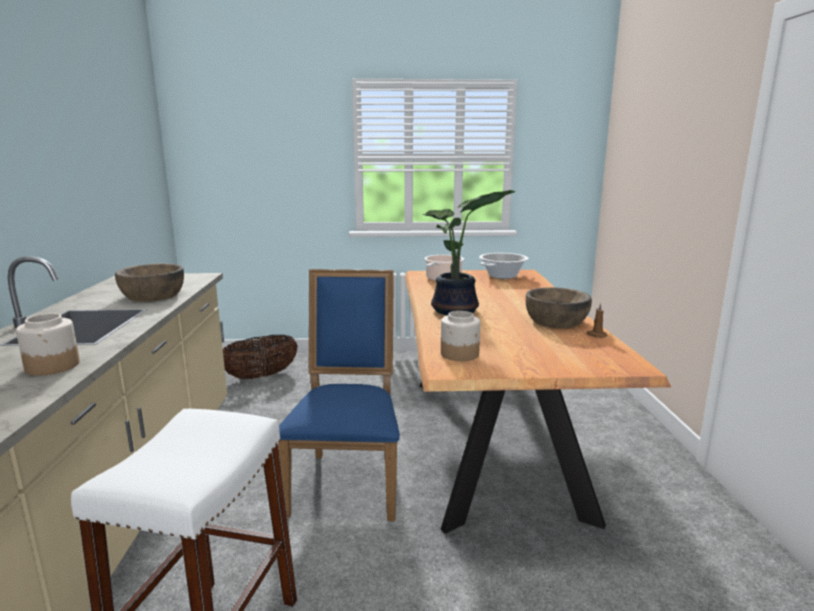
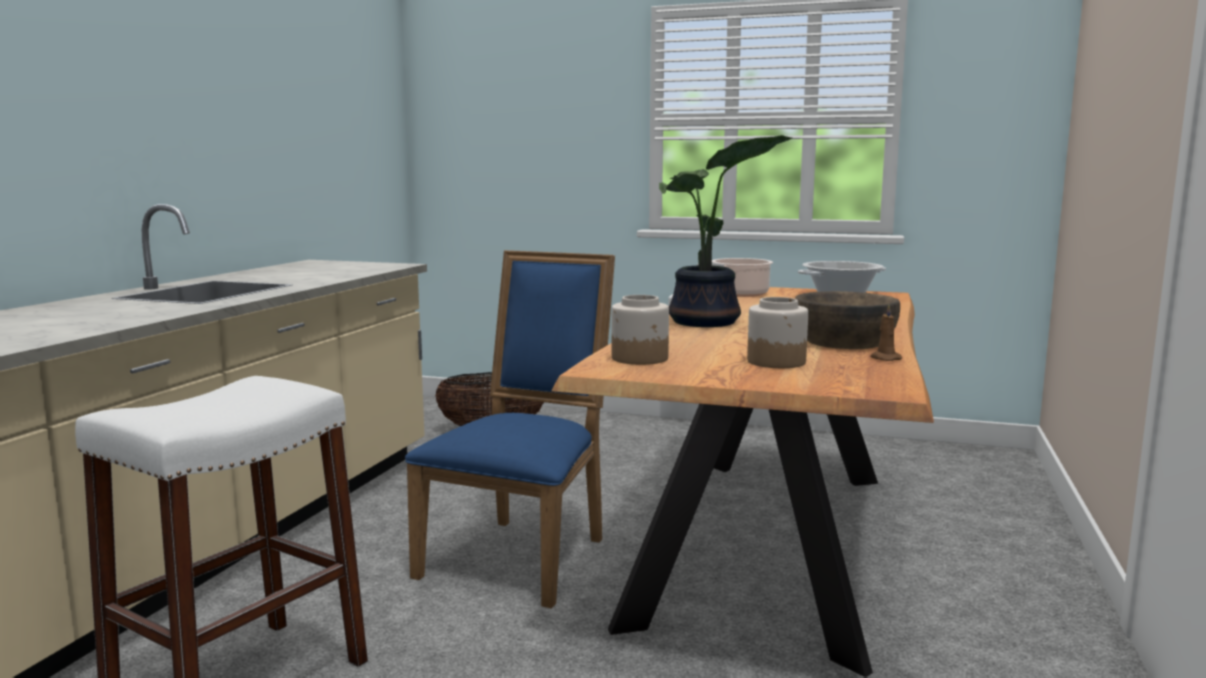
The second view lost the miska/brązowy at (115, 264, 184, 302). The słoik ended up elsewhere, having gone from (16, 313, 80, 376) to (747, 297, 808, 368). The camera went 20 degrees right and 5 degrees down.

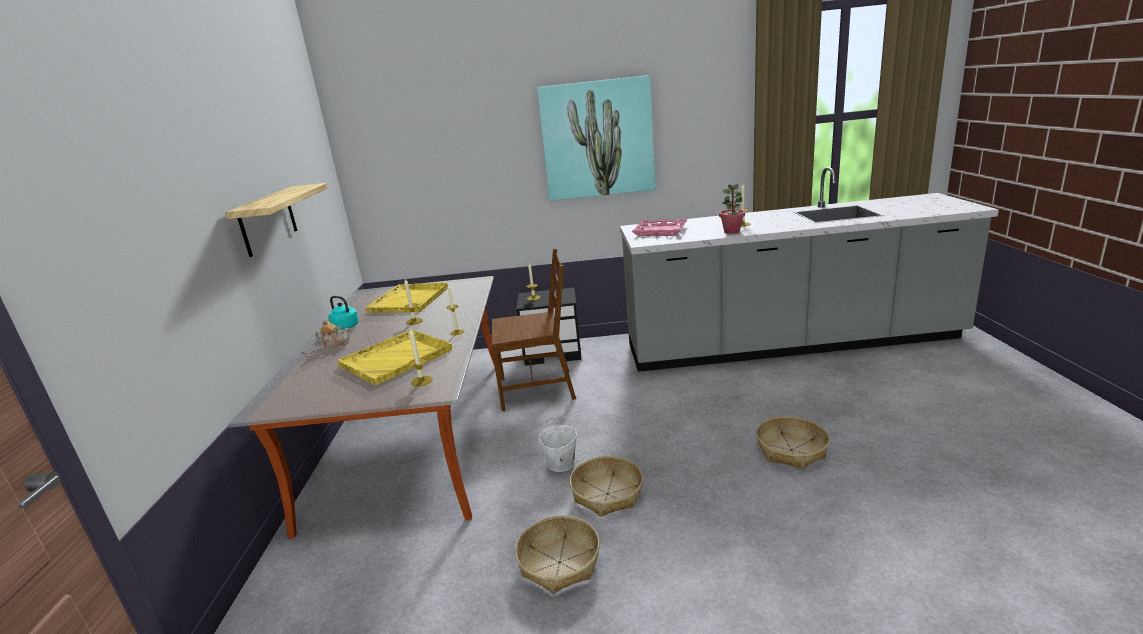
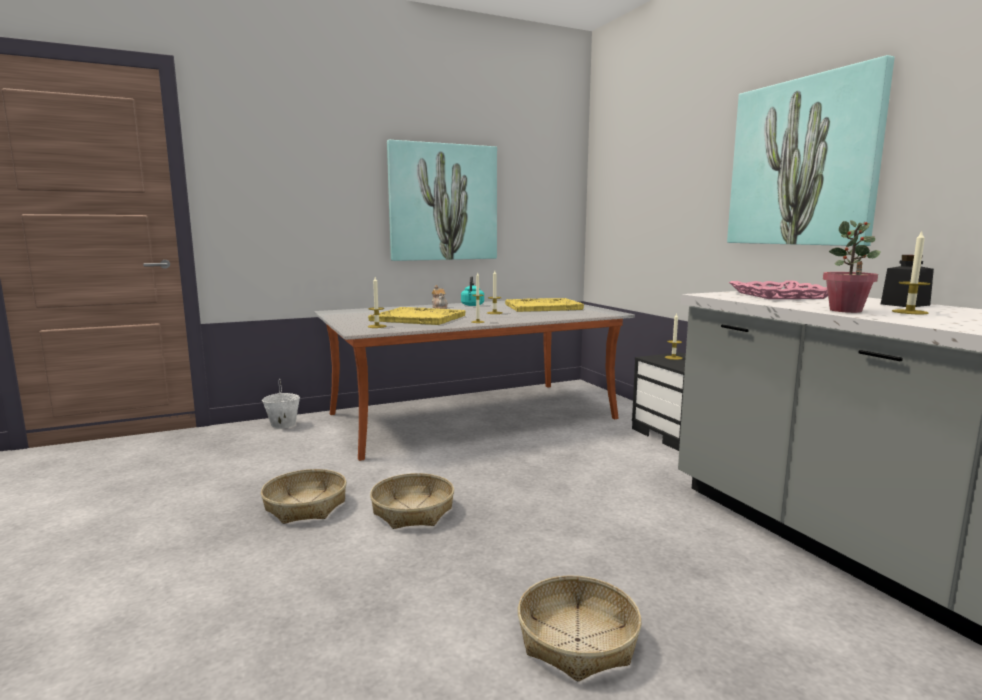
Where the półka hung at (225, 183, 327, 257), the obraz came to hang at (387, 140, 497, 261). The second view lost the krzesło/brązowy at (491, 248, 576, 411). The wiadro/biały ended up elsewhere, having gone from (539, 416, 577, 472) to (262, 378, 300, 429). The second view gained the słoik/czarny at (881, 255, 934, 307). The camera went 65 degrees right and 10 degrees down.

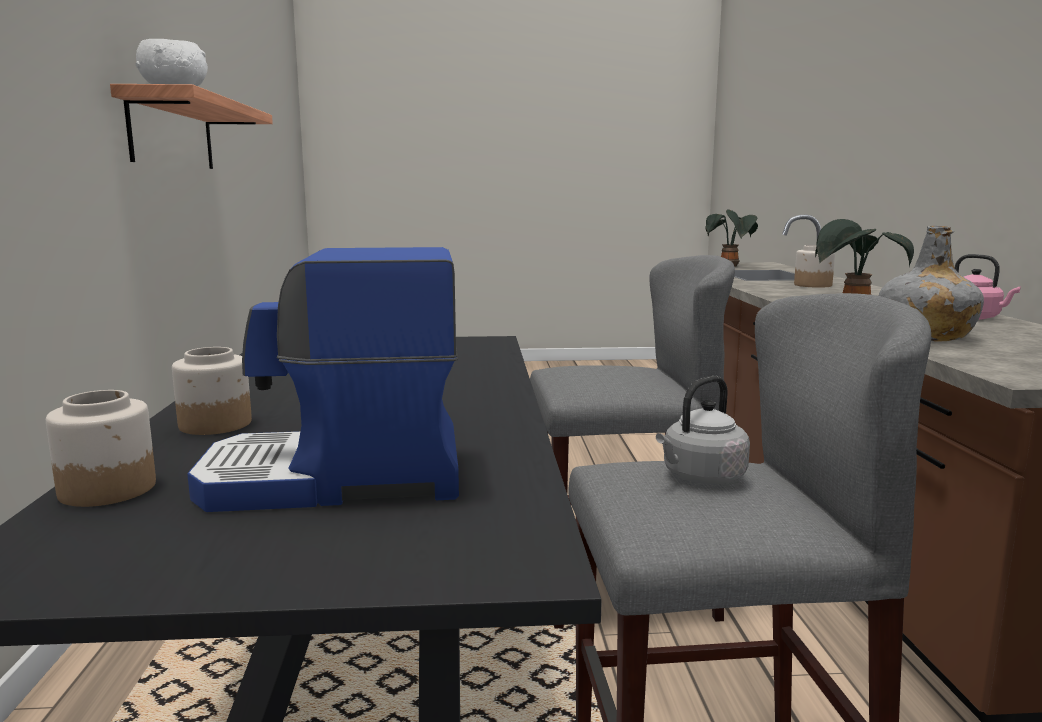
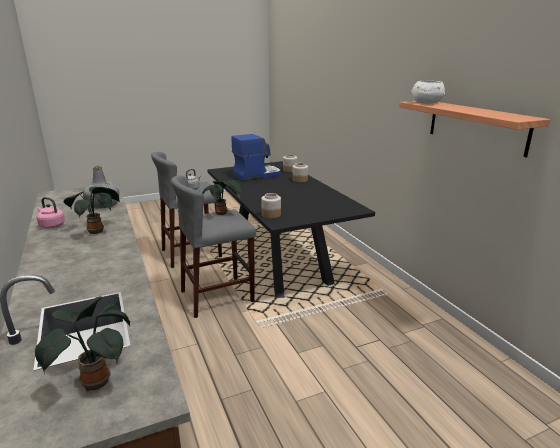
The słoik ended up elsewhere, having gone from (794, 245, 835, 288) to (261, 193, 281, 219). The second view gained the roślina doniczkowa at (202, 180, 241, 215). The camera went 160 degrees right and 10 degrees up.

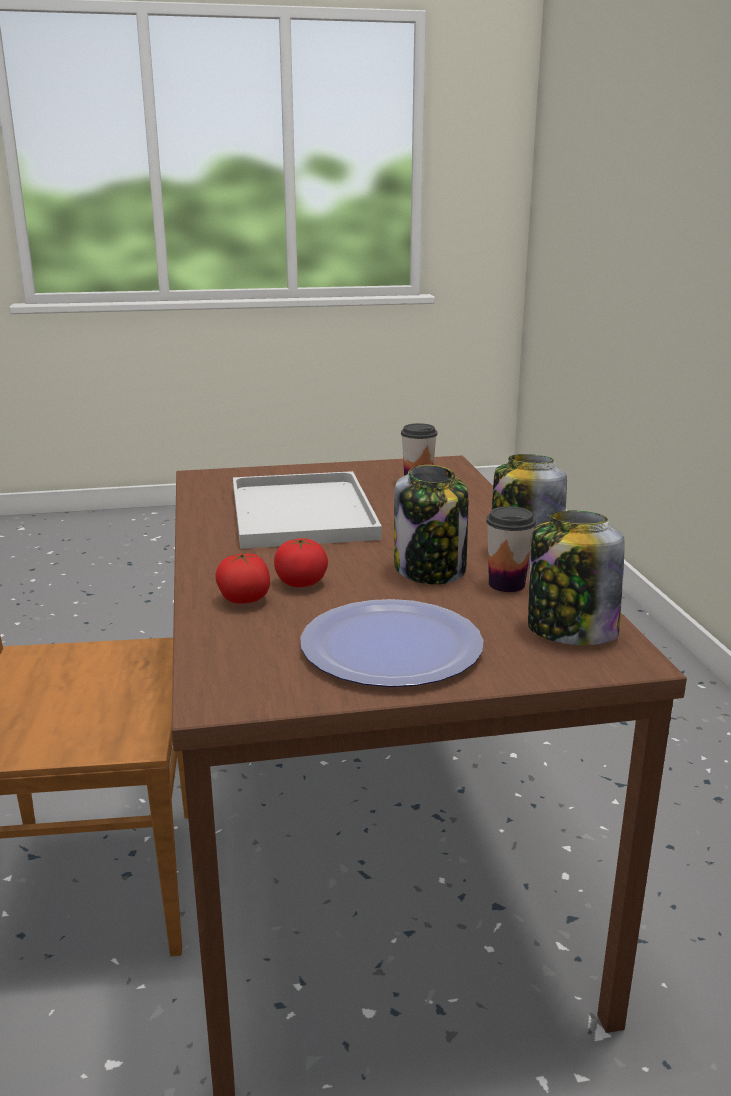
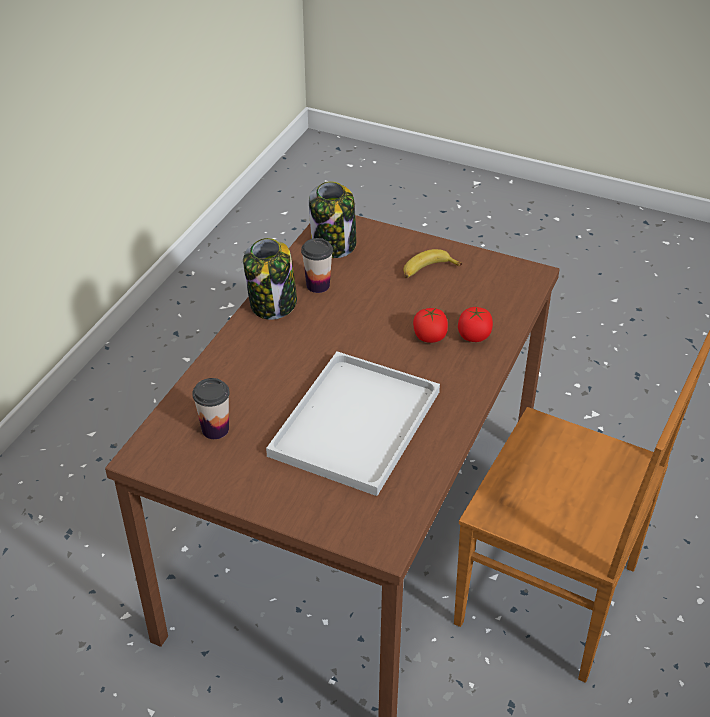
The second view lost the słoik at (394, 465, 468, 584). Where the talerz stood at (301, 599, 484, 687), the banan came to stand at (403, 249, 462, 278). The camera went 145 degrees left and 20 degrees up.

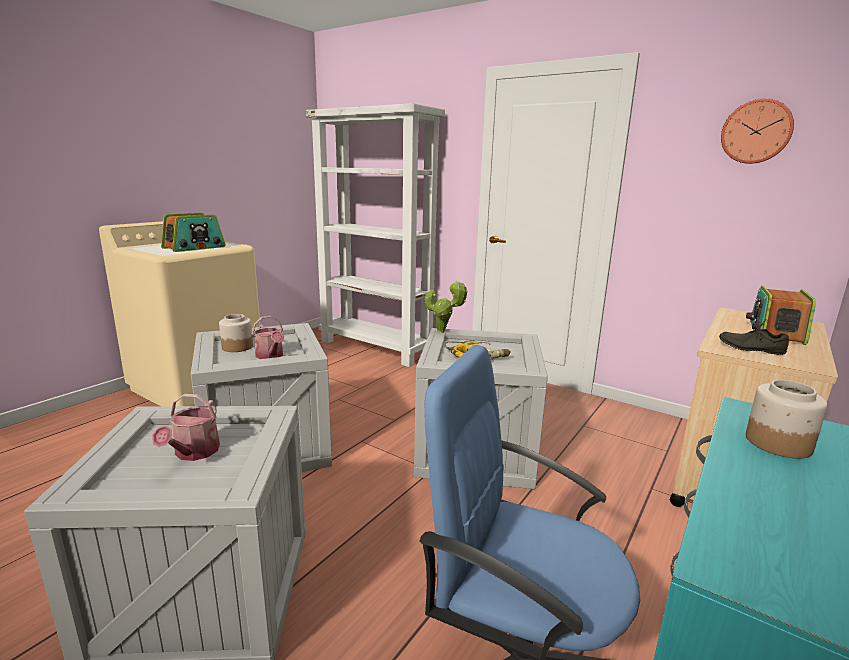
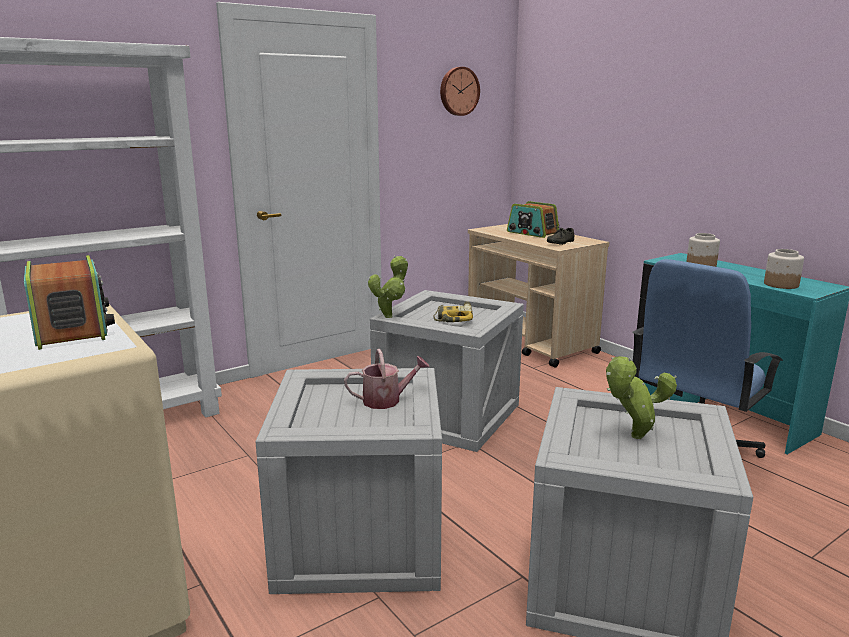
The słoik ended up elsewhere, having gone from (219, 314, 253, 352) to (764, 249, 804, 289). Where the konewka stood at (152, 394, 220, 461), the roślina doniczkowa came to stand at (606, 356, 677, 439). The camera went 70 degrees left and 0 degrees up.

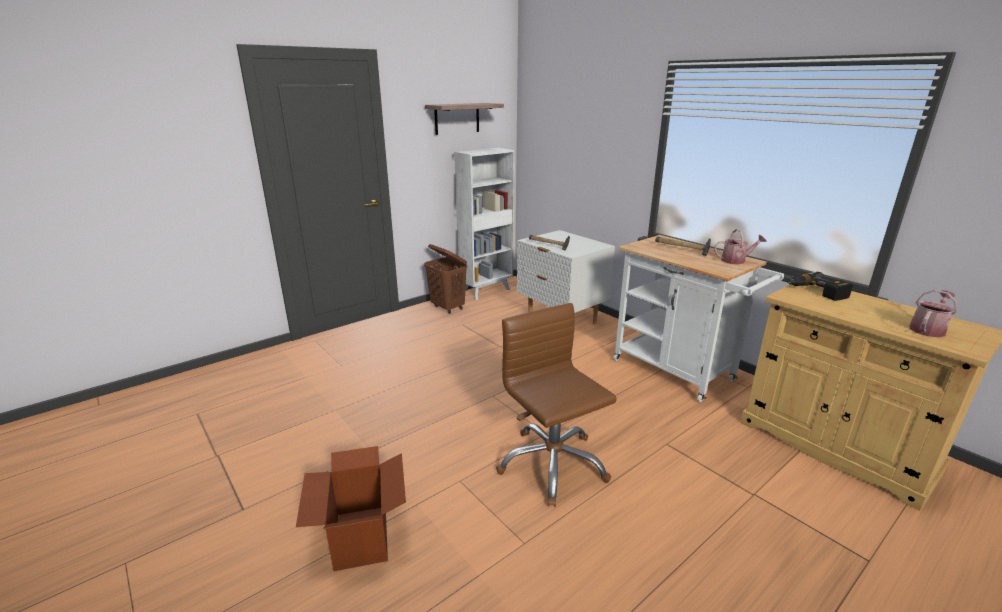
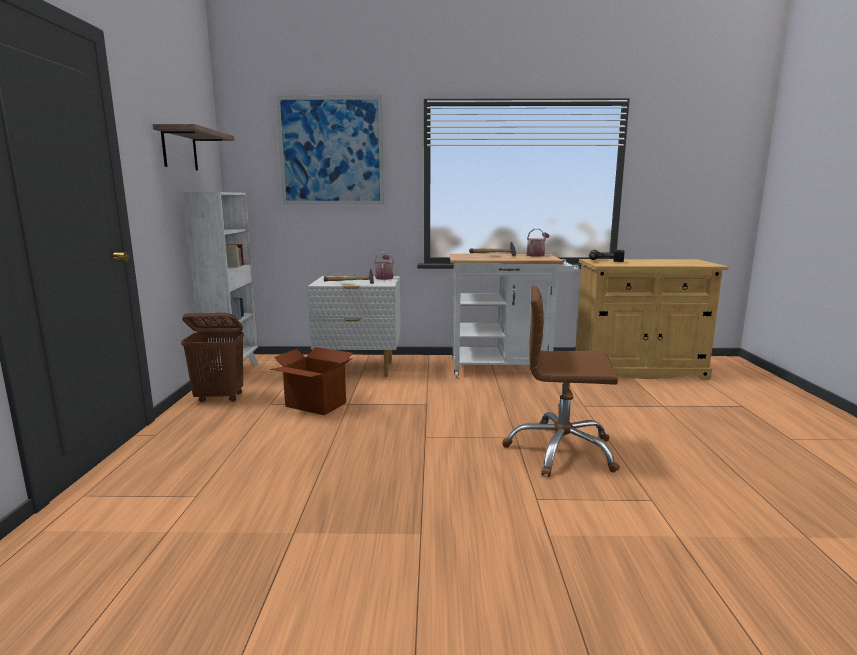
The konewka ended up elsewhere, having gone from (909, 290, 957, 338) to (374, 252, 394, 280). The karton ended up elsewhere, having gone from (296, 446, 406, 571) to (270, 347, 353, 415). The second view gained the obraz at (276, 95, 384, 205). The camera went 50 degrees left and 10 degrees down.

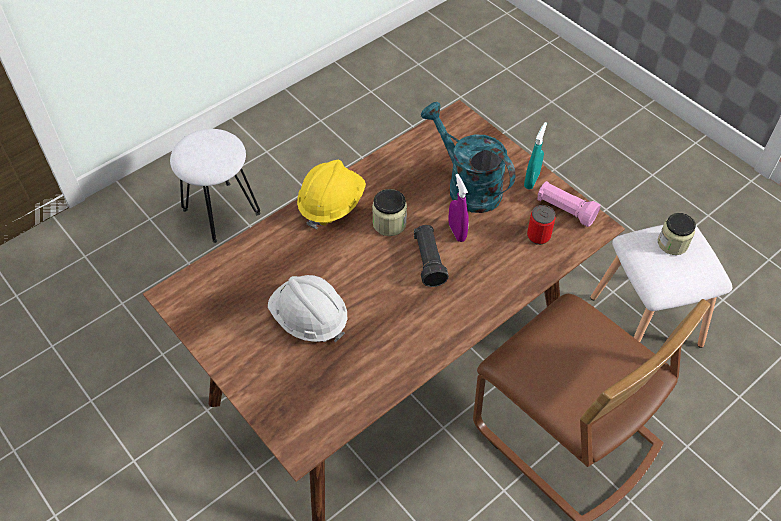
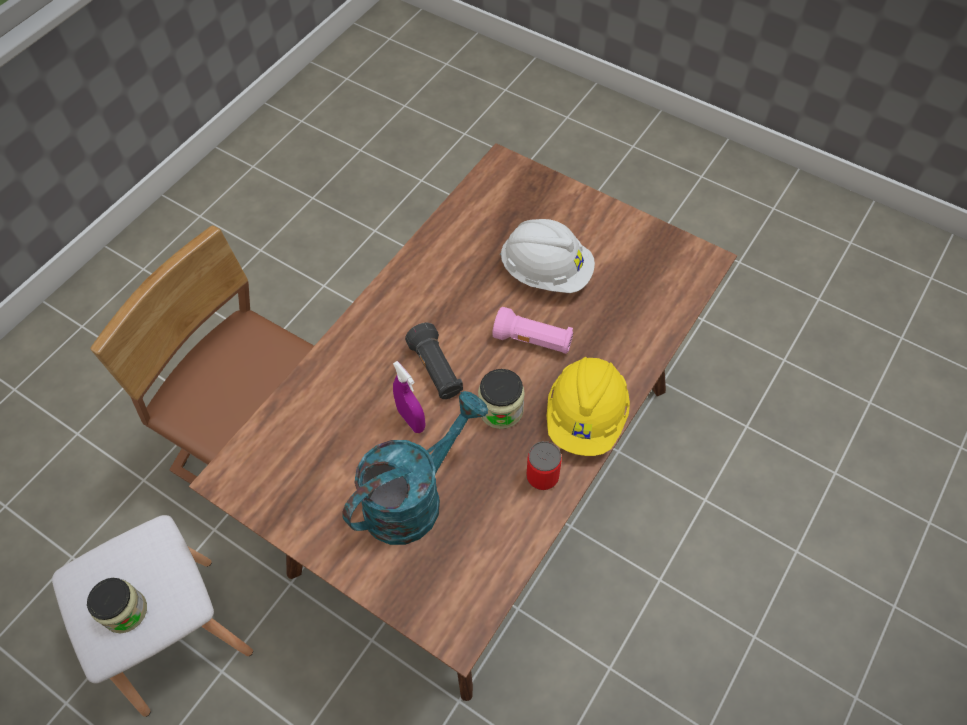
The konewka/turkusowy at (421, 102, 515, 213) ended up facing another way, 75 degrees counterclockwise from before. The second view lost the spryskiwacz/turkusowy at (524, 122, 547, 189). The second view lost the stołek/biały at (170, 129, 260, 243). The latarka/różowy ended up elsewhere, having gone from (537, 181, 601, 227) to (492, 307, 573, 354). The puszka ended up elsewhere, having gone from (527, 205, 555, 245) to (526, 441, 562, 490). The camera went 165 degrees right and 5 degrees up.

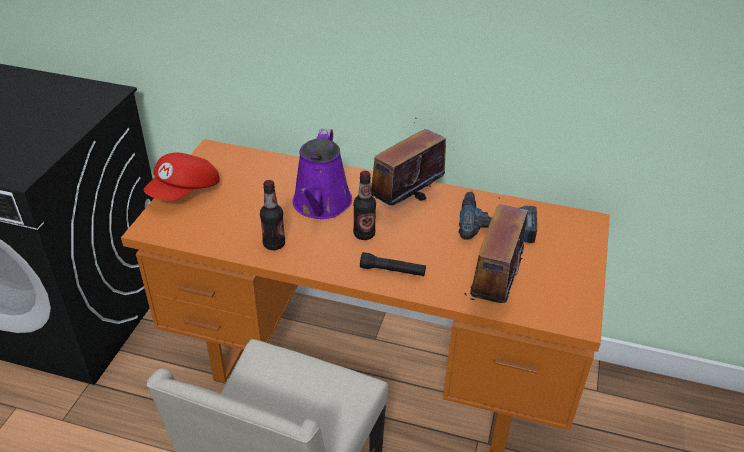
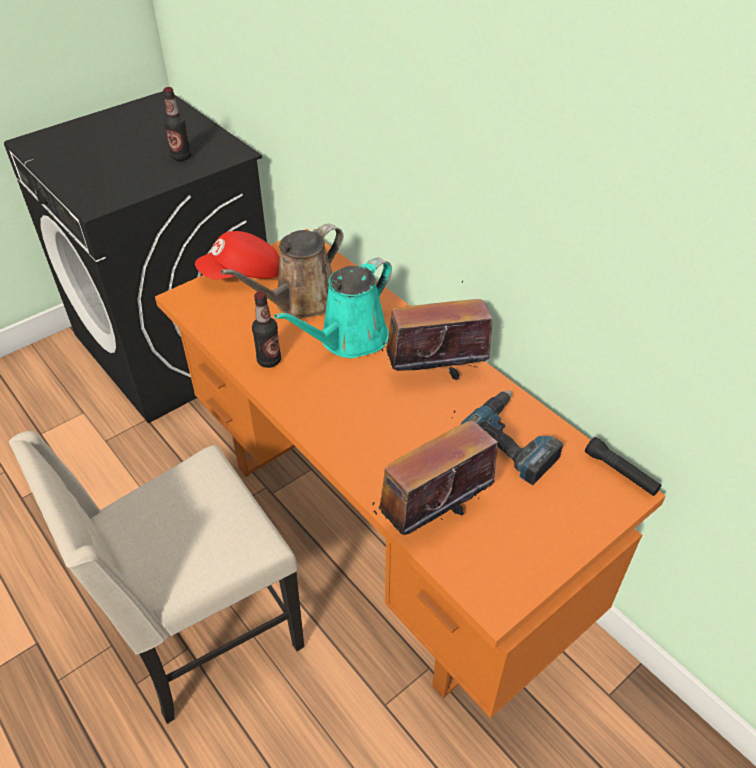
What was the konewka/fioletowy at (293, 129, 352, 219) turned into the konewka/turkusowy at (274, 258, 392, 358). The butelka ended up elsewhere, having gone from (353, 171, 376, 240) to (163, 87, 191, 161). The latarka/czarny ended up elsewhere, having gone from (360, 252, 426, 276) to (585, 437, 662, 496). The second view gained the konewka/brązowy at (221, 224, 343, 318). The camera went 35 degrees right and 5 degrees up.

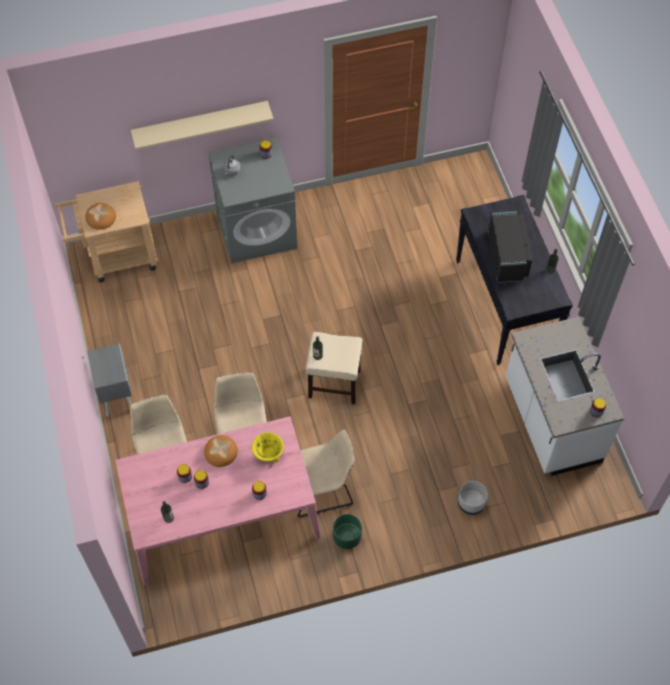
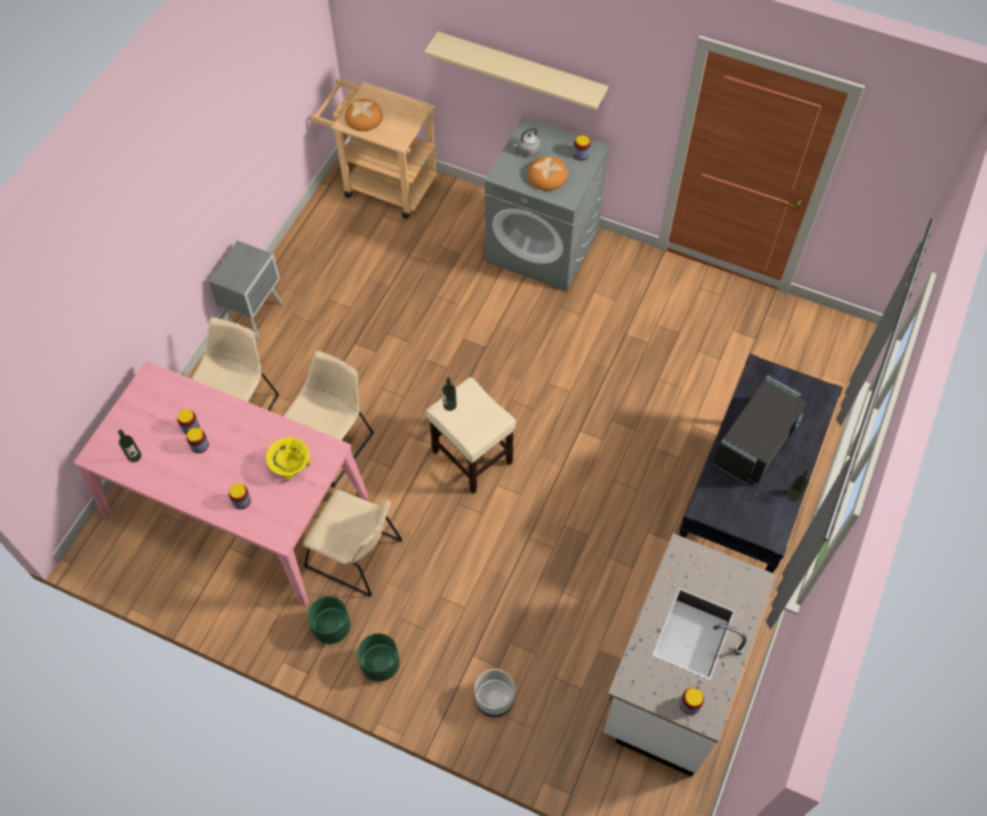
The chleb ended up elsewhere, having gone from (204, 435, 238, 467) to (527, 156, 568, 191). The second view gained the donica/zielony at (357, 633, 400, 682). The camera went 40 degrees right and 0 degrees up.

